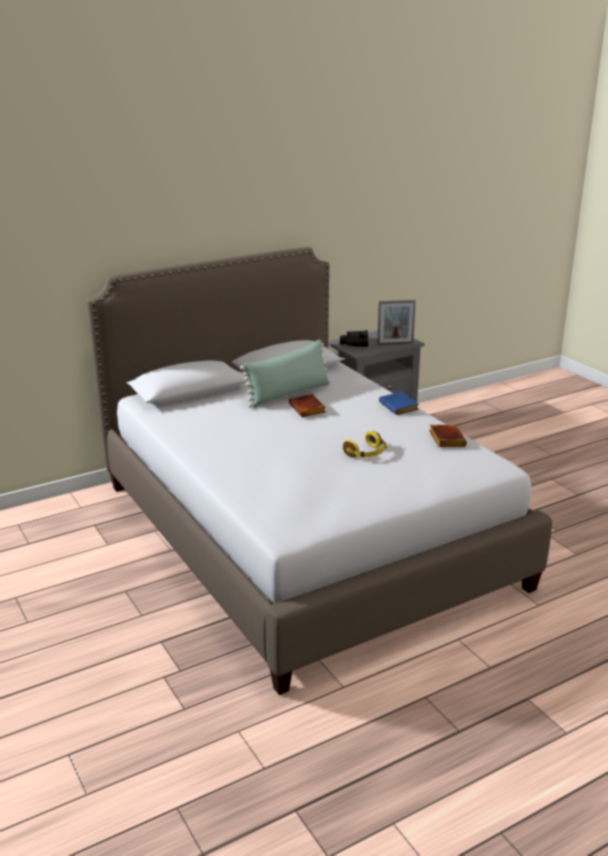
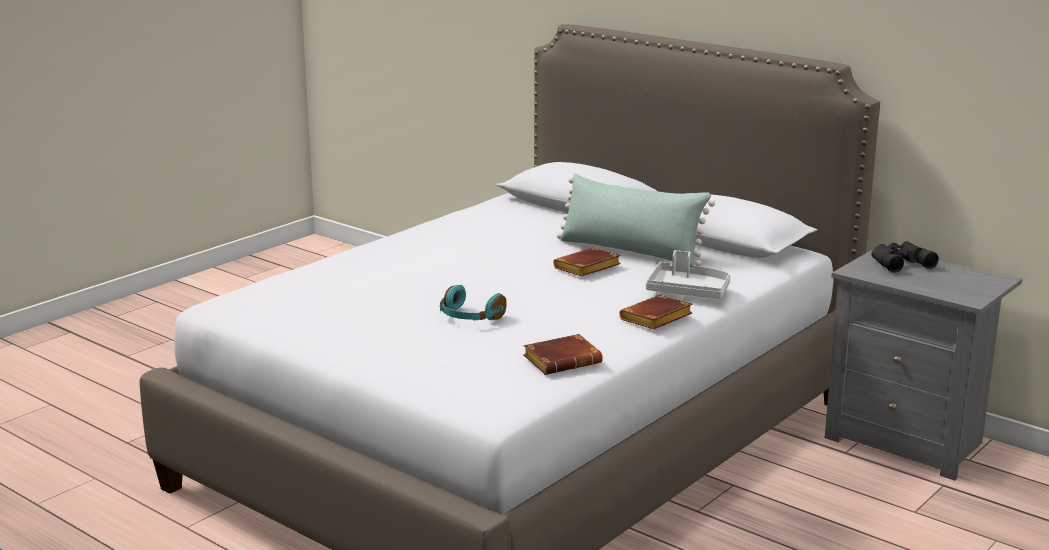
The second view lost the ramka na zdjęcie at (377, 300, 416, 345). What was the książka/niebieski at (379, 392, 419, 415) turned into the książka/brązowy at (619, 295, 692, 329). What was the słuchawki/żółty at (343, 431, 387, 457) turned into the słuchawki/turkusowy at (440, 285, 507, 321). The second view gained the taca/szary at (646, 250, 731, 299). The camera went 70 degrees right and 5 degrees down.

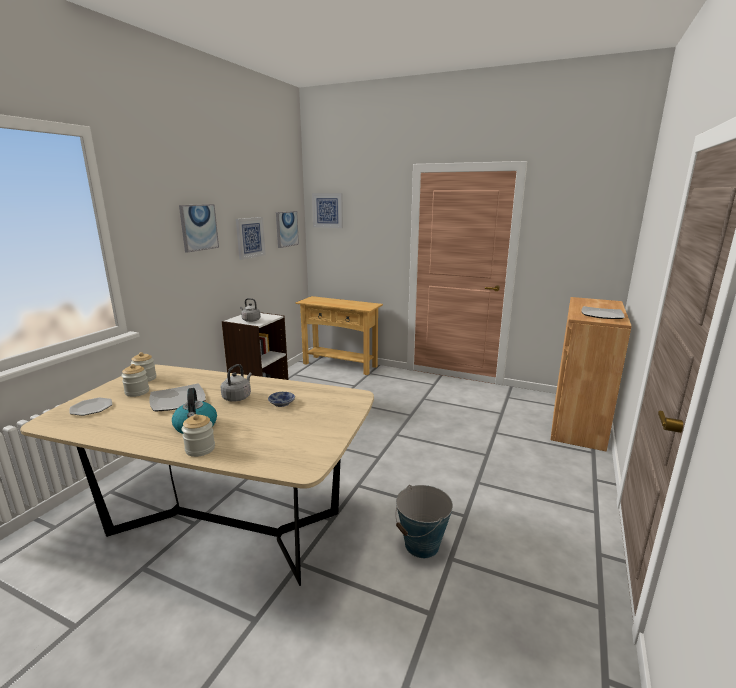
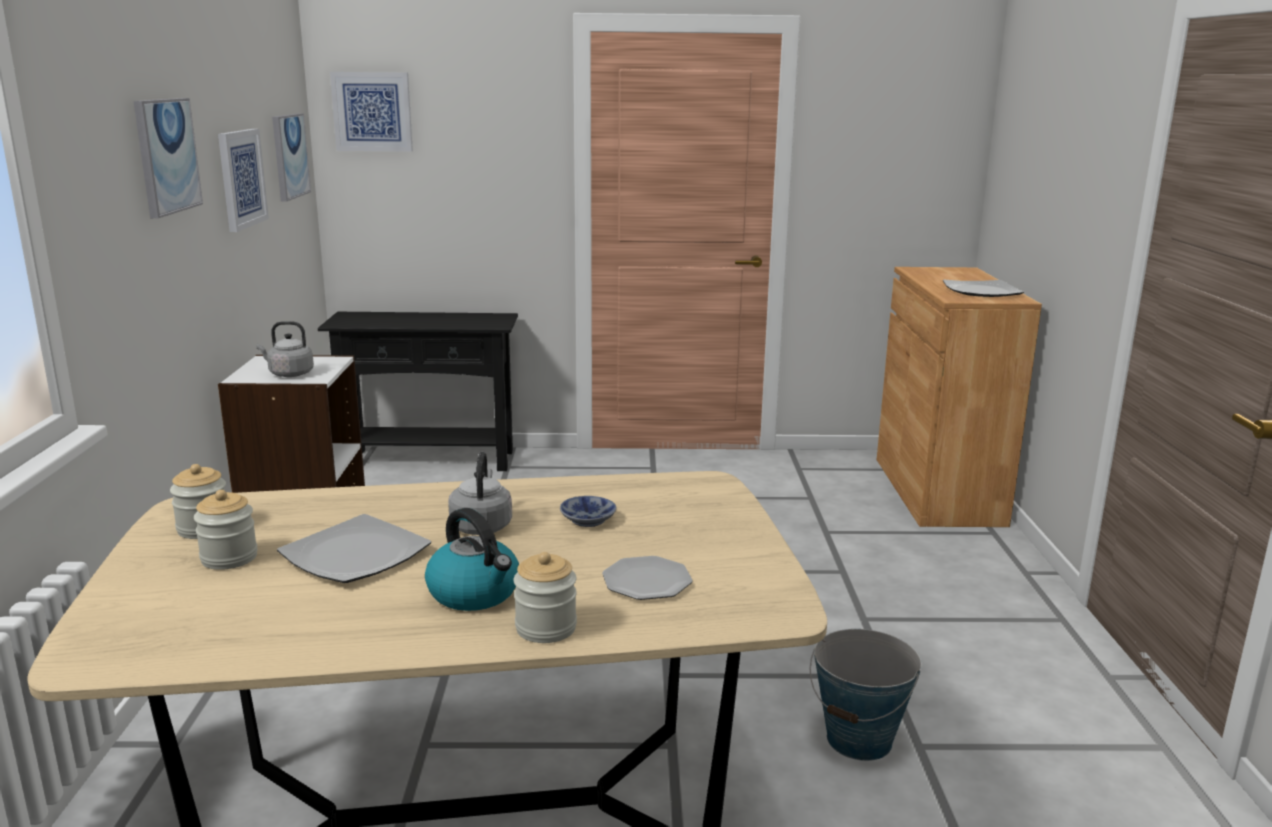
What was the stolik konsolowy/beżowy at (295, 296, 383, 375) turned into the stolik konsolowy/czarny at (318, 312, 518, 471). The talerz ended up elsewhere, having gone from (69, 398, 112, 416) to (602, 556, 693, 600). The camera went 25 degrees left and 0 degrees up.

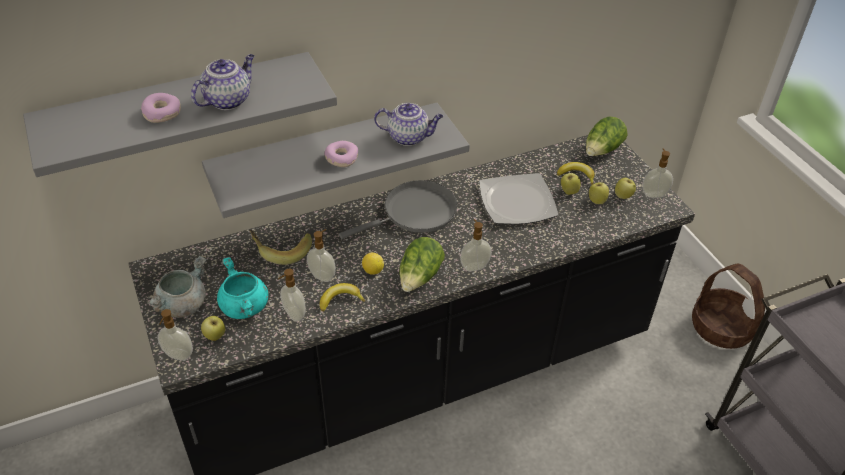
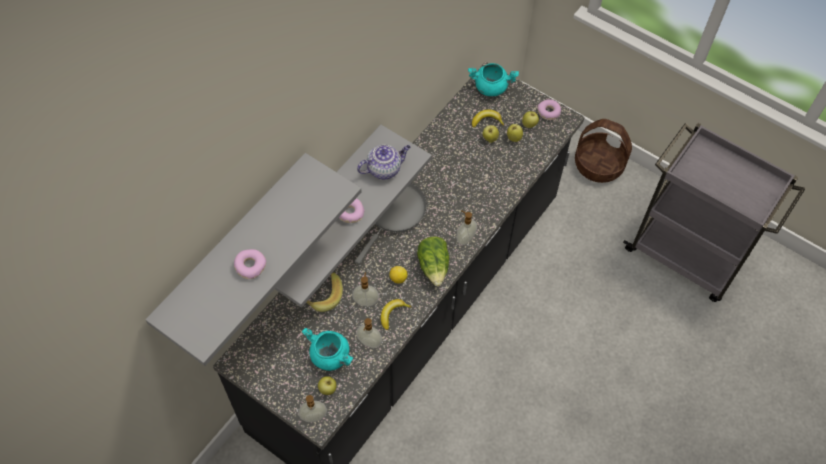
The second view lost the imbryk at (191, 54, 254, 110). Where the sałata stood at (586, 117, 628, 156), the garnek/turkusowy came to stand at (468, 63, 519, 96). Where the dozownik mydła stood at (642, 149, 673, 198), the donut came to stand at (537, 99, 561, 120). The second view lost the talerz at (479, 173, 558, 225). The second view lost the garnek/szary at (148, 255, 206, 318). The camera went 30 degrees left and 15 degrees up.

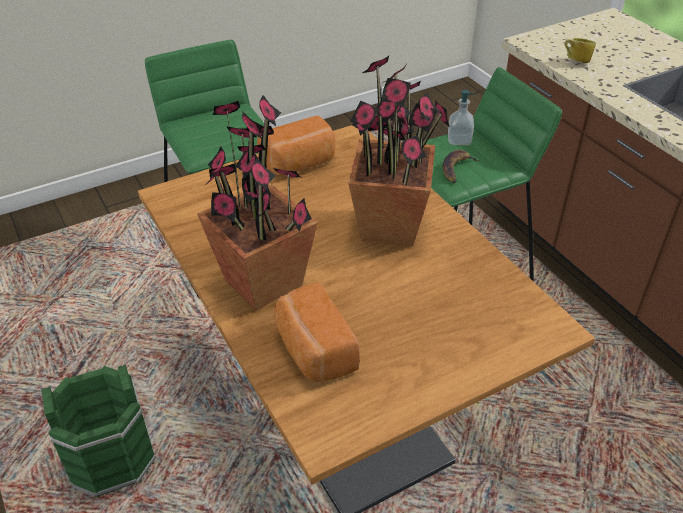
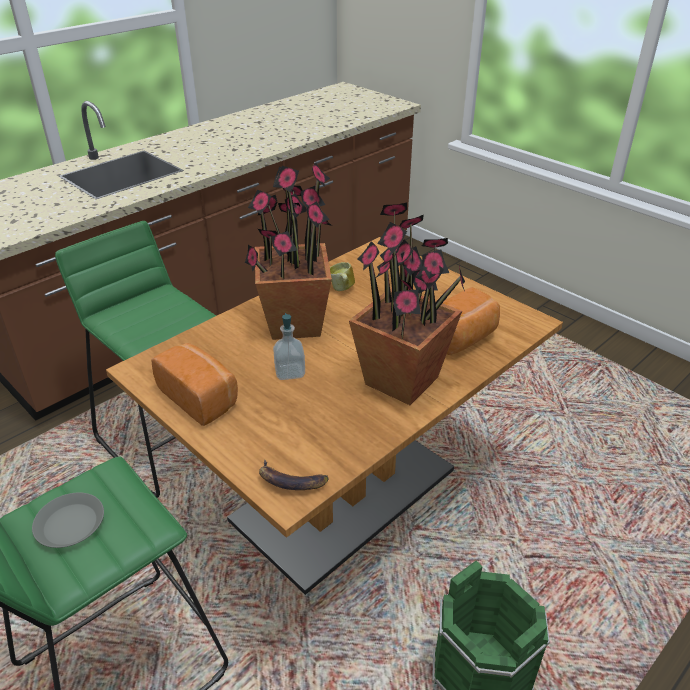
The kubek ended up elsewhere, having gone from (564, 38, 596, 63) to (330, 262, 355, 291). The dozownik mydła ended up elsewhere, having gone from (448, 90, 475, 145) to (273, 313, 305, 380). The banan ended up elsewhere, having gone from (443, 150, 479, 183) to (259, 460, 329, 490). The second view gained the talerz/szary at (32, 492, 104, 548). The camera went 105 degrees left and 5 degrees down.

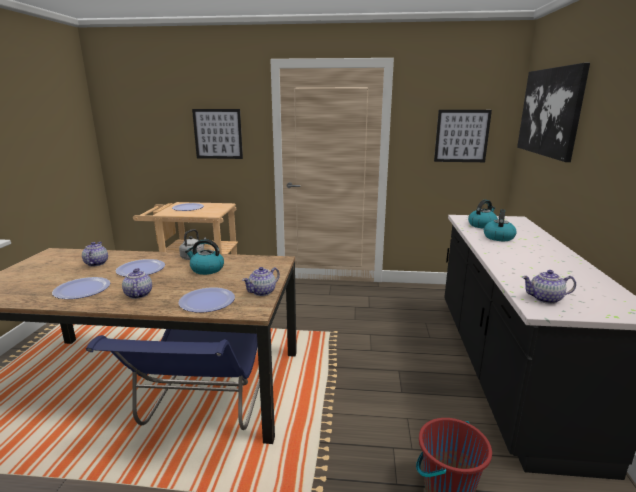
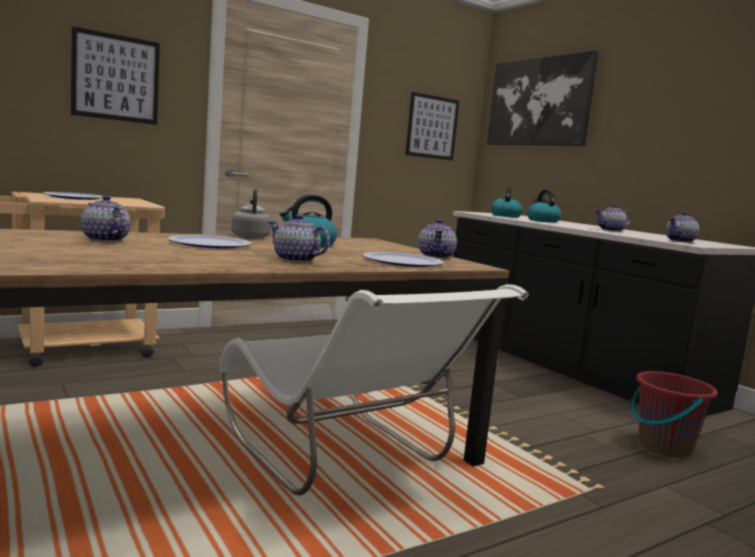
The second view lost the talerz at (52, 277, 110, 299). What was the krzesło/niebieski at (86, 329, 260, 430) turned into the krzesło/biały at (220, 284, 529, 495). The second view gained the imbryk at (595, 204, 632, 232). The camera went 40 degrees left and 10 degrees down.

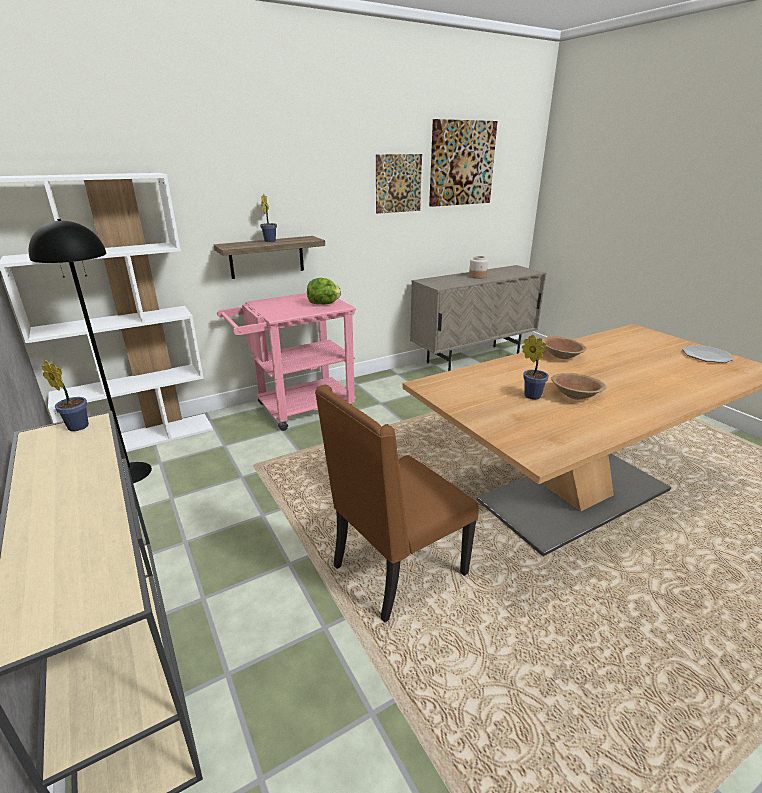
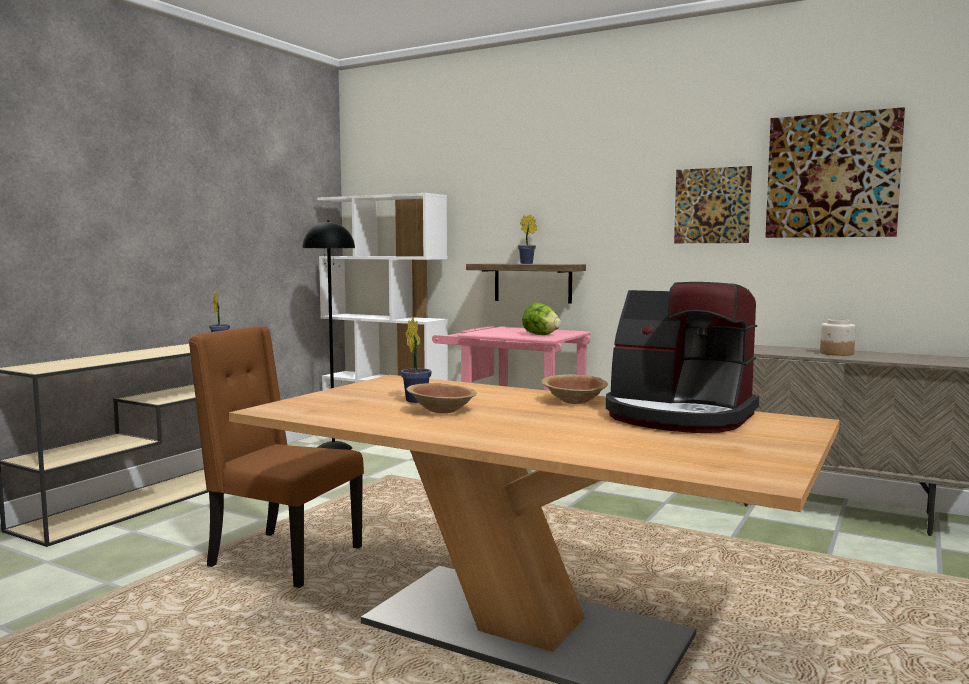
The second view lost the talerz at (682, 345, 735, 363). The second view gained the ekspres do kawy at (606, 282, 759, 433). The camera went 60 degrees right and 20 degrees down.

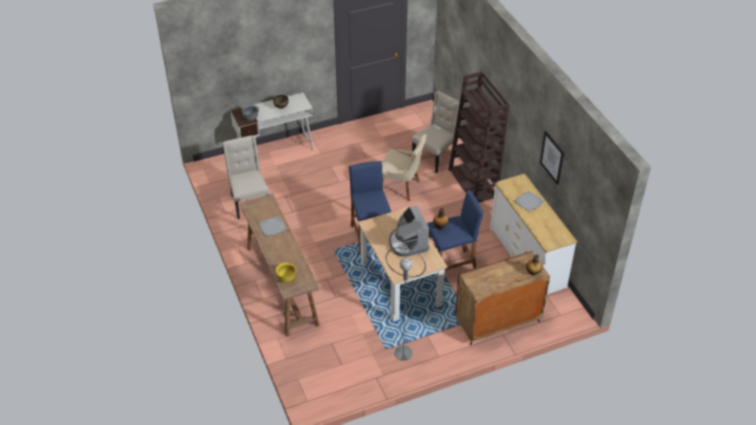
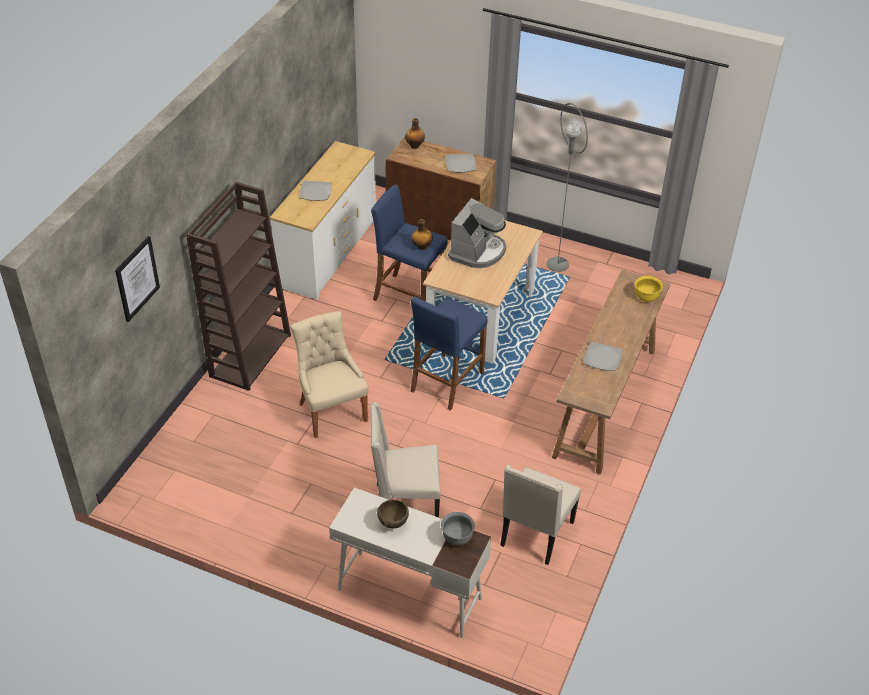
The krzesło/beżowy ended up elsewhere, having gone from (412, 91, 460, 173) to (370, 402, 441, 518). The obraz ended up elsewhere, having gone from (540, 131, 564, 185) to (115, 236, 160, 322). The second view gained the talerz at (445, 154, 476, 172). The camera went 135 degrees left and 0 degrees up.

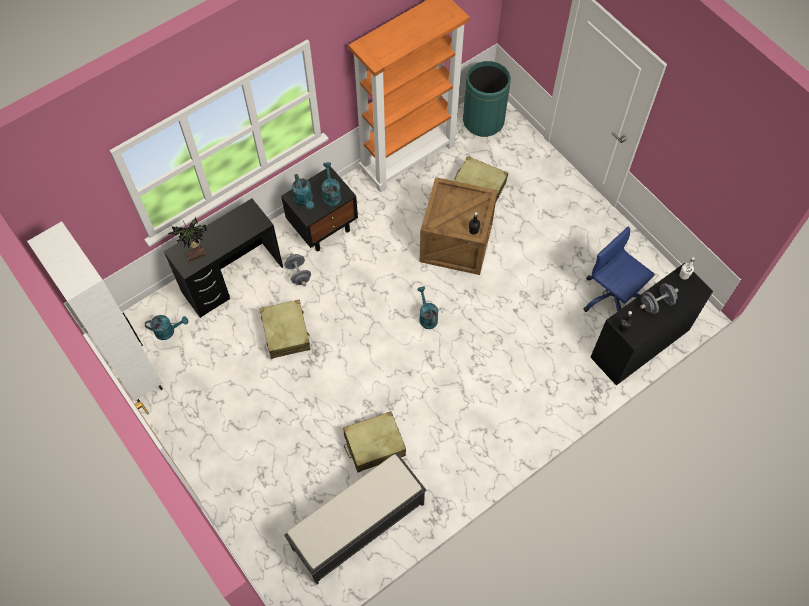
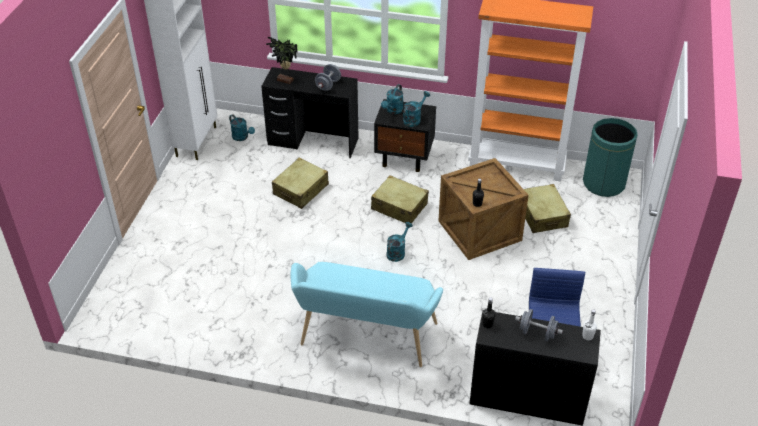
The hantel/szary ended up elsewhere, having gone from (285, 253, 311, 286) to (315, 64, 341, 91). The walizka/beżowy ended up elsewhere, having gone from (343, 411, 406, 472) to (371, 175, 429, 224). The second view lost the ławka/czarny at (284, 453, 427, 584). The second view gained the ławka/turkusowy at (291, 262, 443, 367). The camera went 50 degrees right and 20 degrees down.

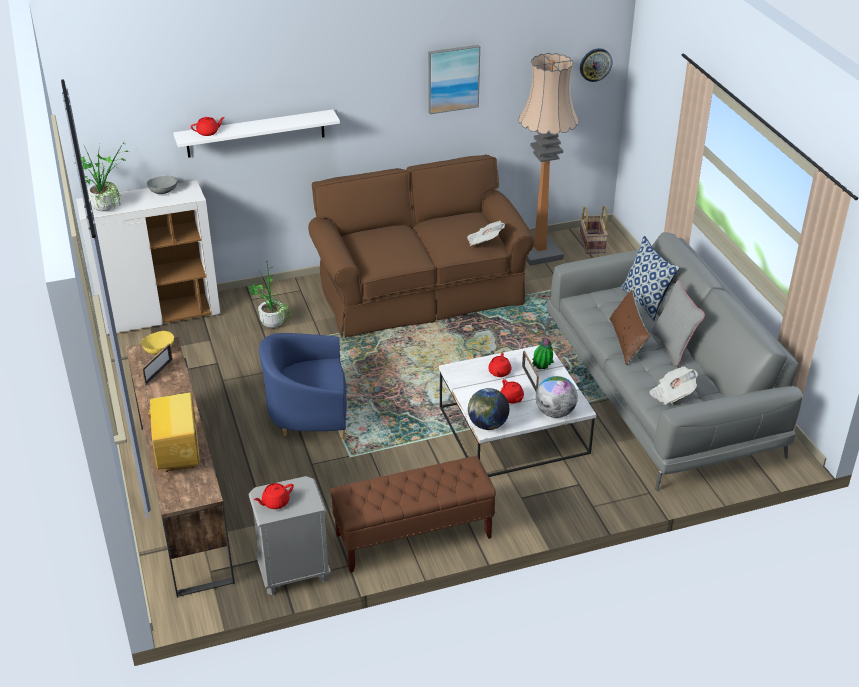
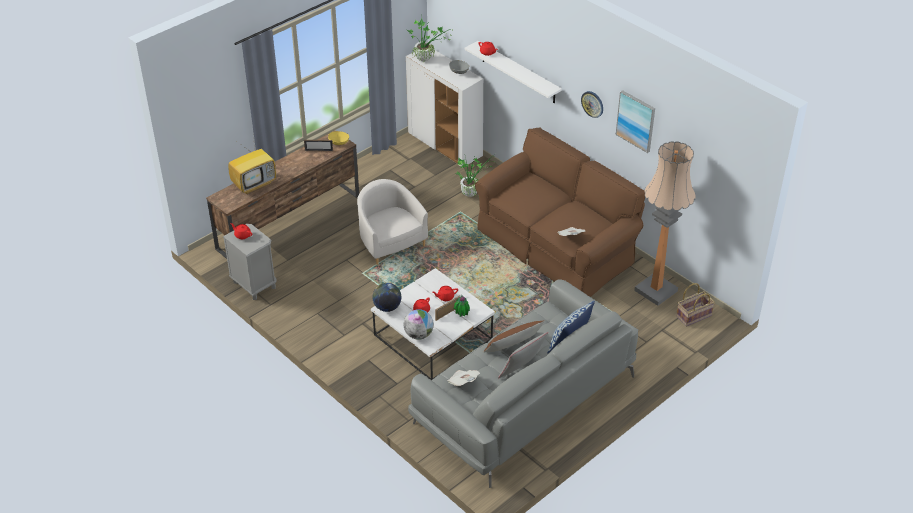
The zegar ścienny ended up elsewhere, having gone from (580, 48, 612, 82) to (581, 91, 603, 118). What was the fotel/niebieski at (259, 333, 347, 439) turned into the fotel/biały at (357, 179, 428, 265). The second view lost the ławka/brązowy at (330, 456, 496, 572). The camera went 65 degrees right and 5 degrees up.

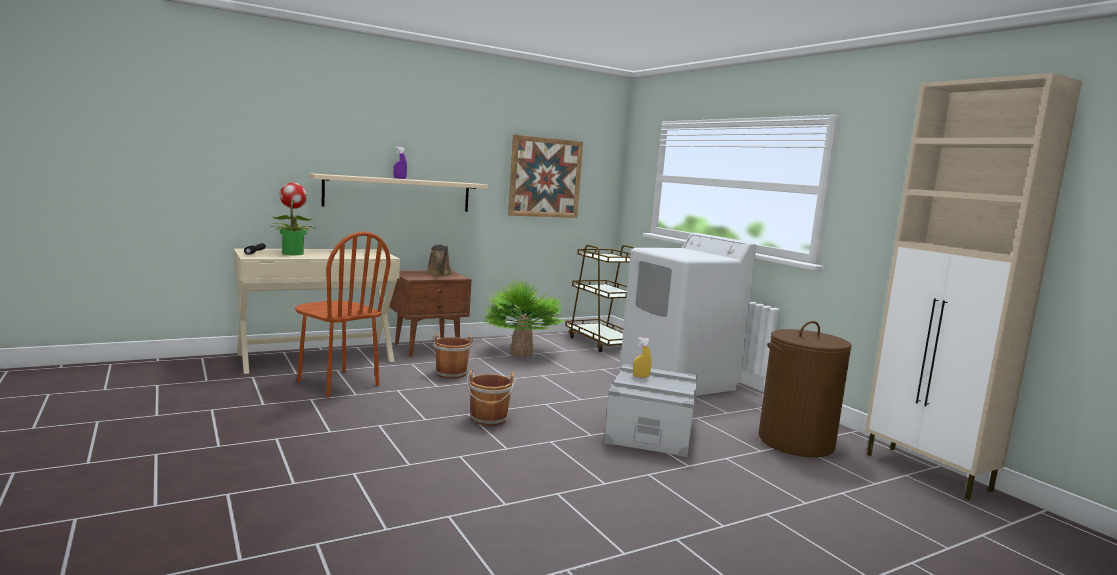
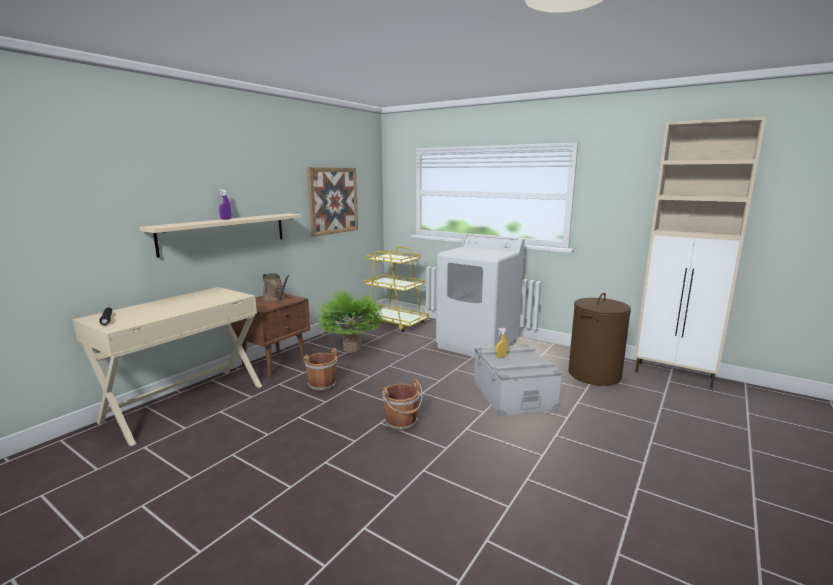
The second view lost the roślina doniczkowa at (270, 183, 316, 255). The second view lost the krzesło/brązowy at (295, 232, 390, 398). What was the wózek/brązowy at (565, 245, 635, 352) turned into the wózek/żółty at (364, 247, 429, 332). The camera went 25 degrees left and 5 degrees up.

